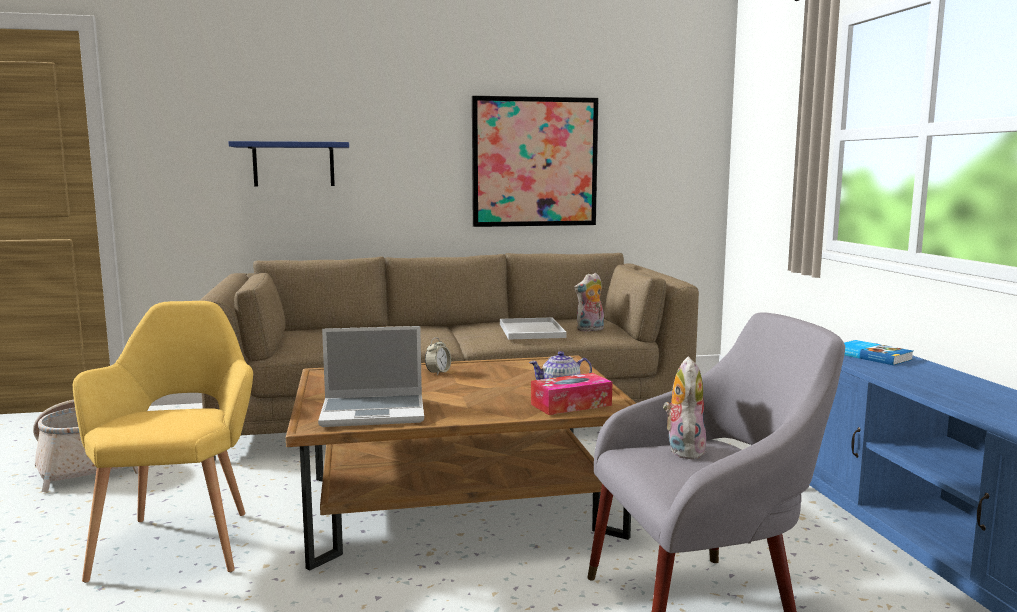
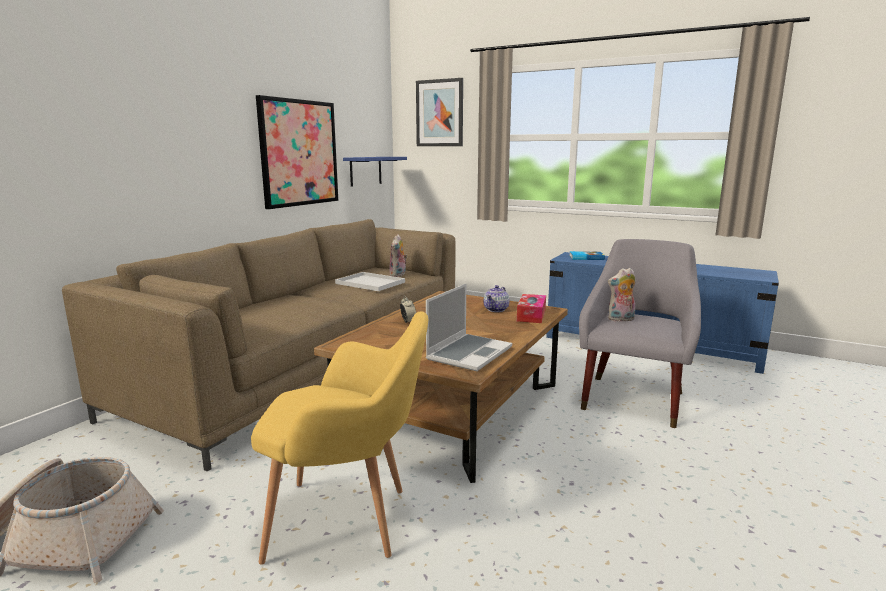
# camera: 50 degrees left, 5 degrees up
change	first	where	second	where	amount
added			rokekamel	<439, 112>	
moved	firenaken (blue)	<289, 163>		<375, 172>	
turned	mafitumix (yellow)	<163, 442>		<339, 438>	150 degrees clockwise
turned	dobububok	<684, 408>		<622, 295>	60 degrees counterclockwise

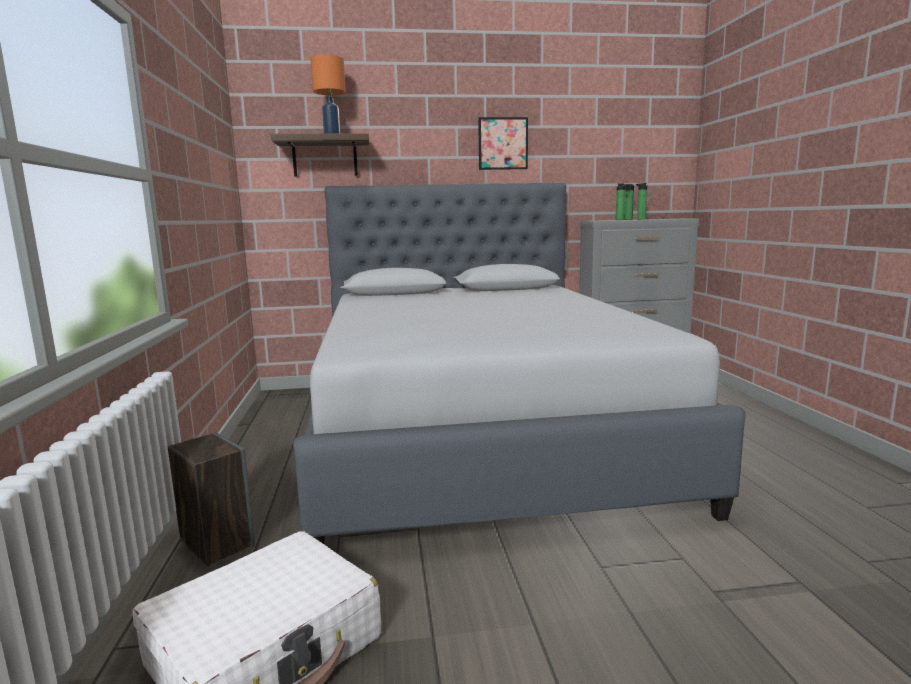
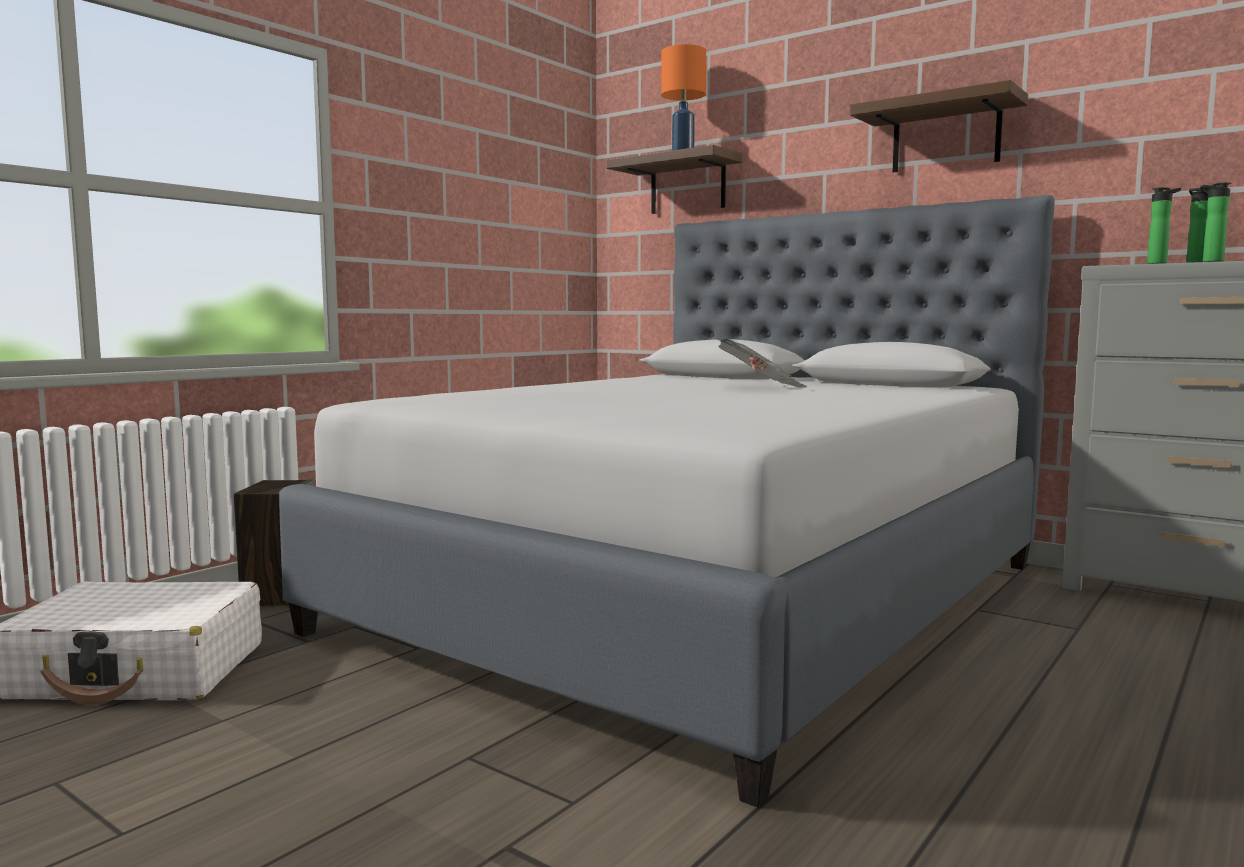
# camera: 45 degrees right, 5 degrees down
change	first	where	second	where	amount
added			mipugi	<762, 363>	
replaced	rokekamel	<503, 143>	firenaken	<939, 126>	

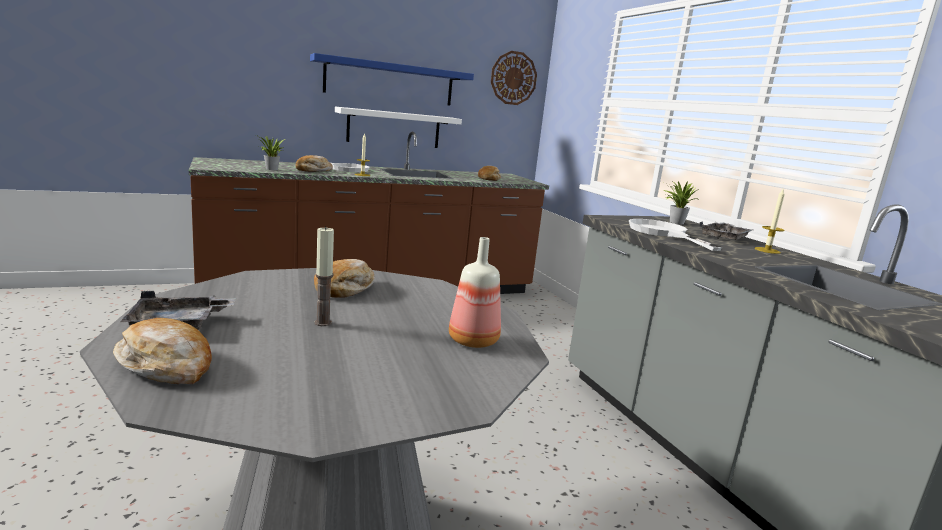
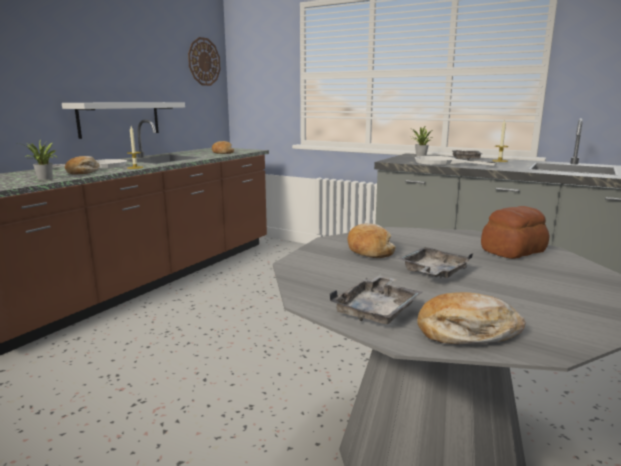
# camera: 35 degrees left, 0 degrees up
change	first	where	second	where	amount
removed	firenaken (blue)	<392, 79>			
replaced	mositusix	<324, 276>	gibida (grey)	<435, 262>	
replaced	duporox	<475, 292>	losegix	<515, 232>	

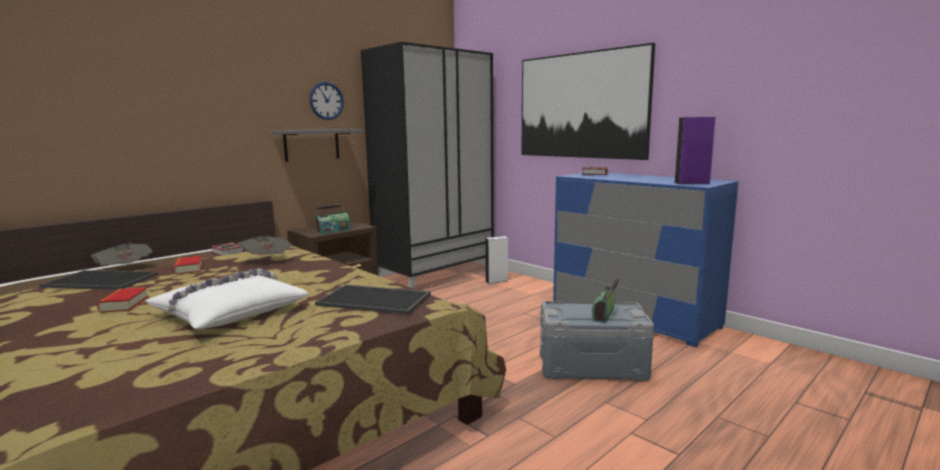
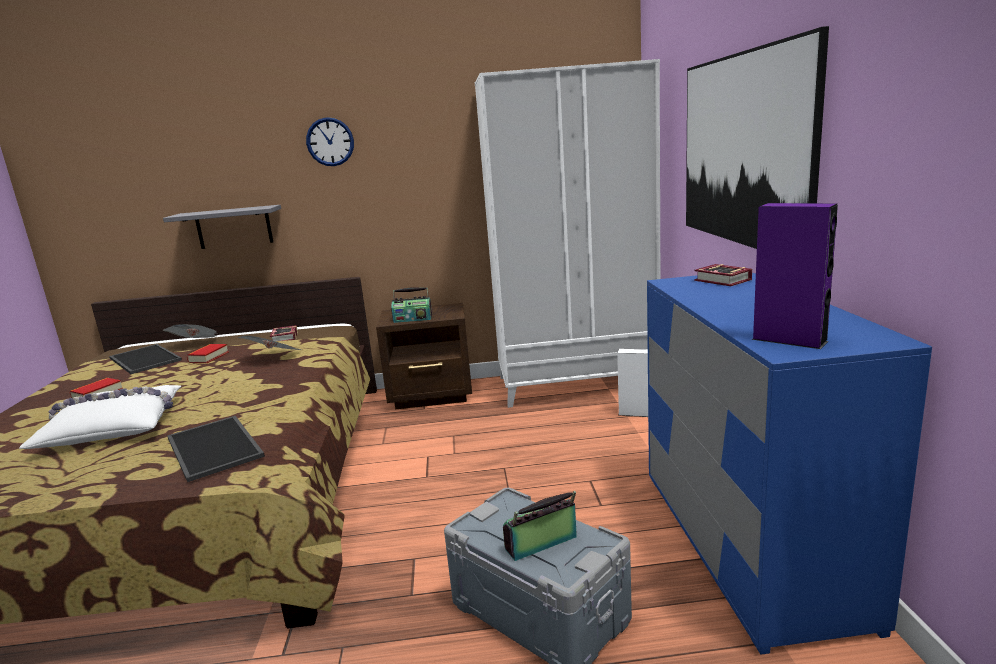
# camera: 40 degrees right, 5 degrees up
change	first	where	second	where	amount
moved	firenaken (grey)	<317, 145>		<222, 227>	
moved	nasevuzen	<326, 101>		<330, 141>	
recoloured	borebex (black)	<427, 165>	borebex (white)	<567, 233>	

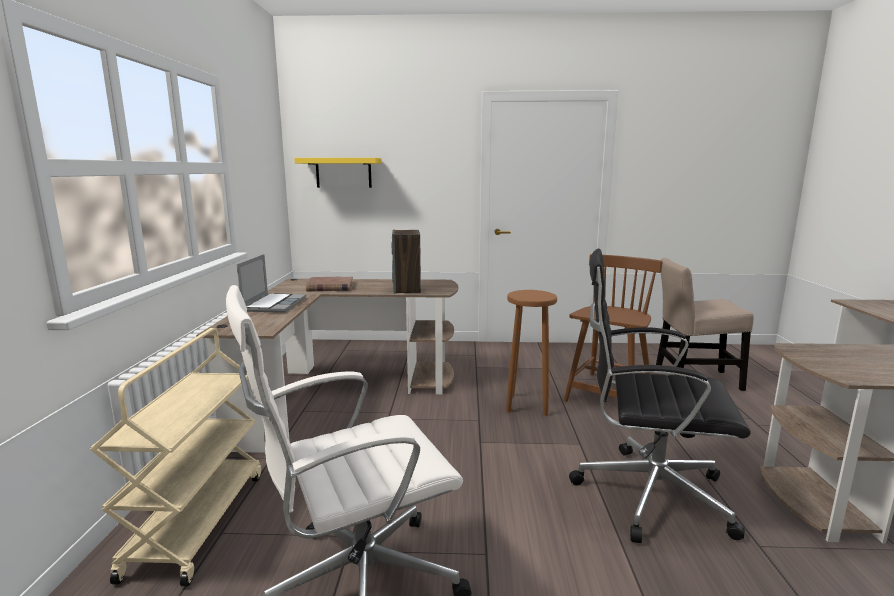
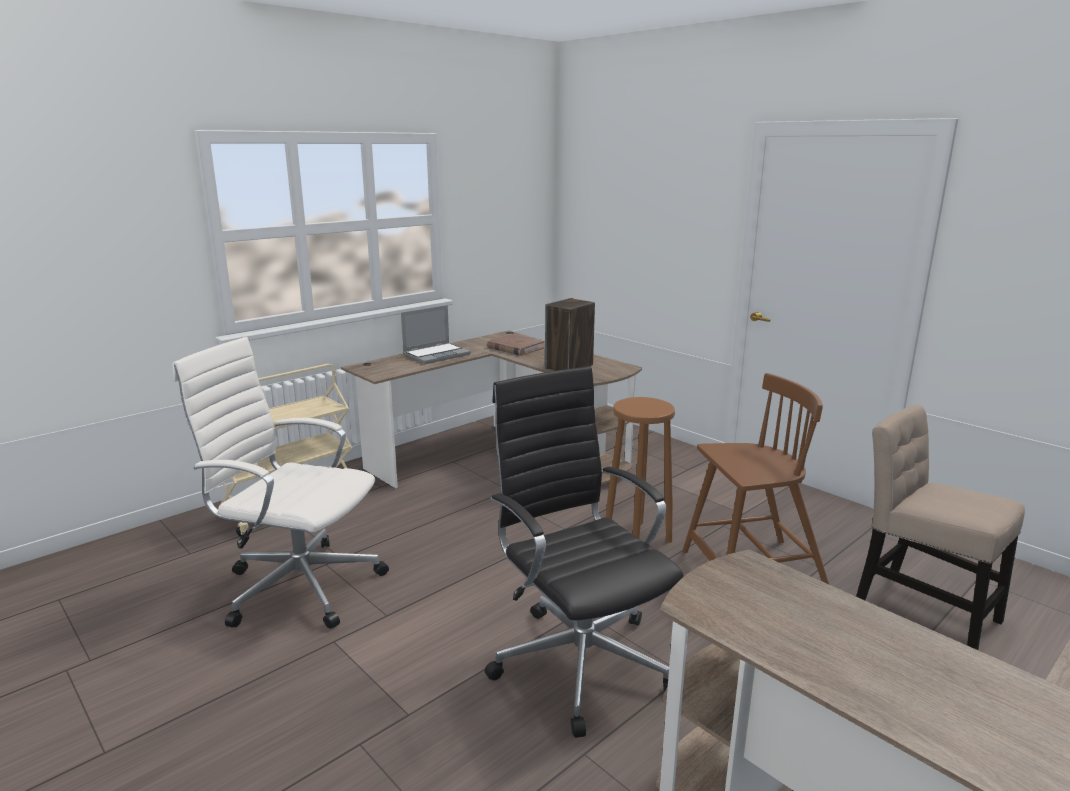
# camera: 45 degrees right, 5 degrees up
change	first	where	second	where	amount
removed	firenaken (yellow)	<337, 173>			

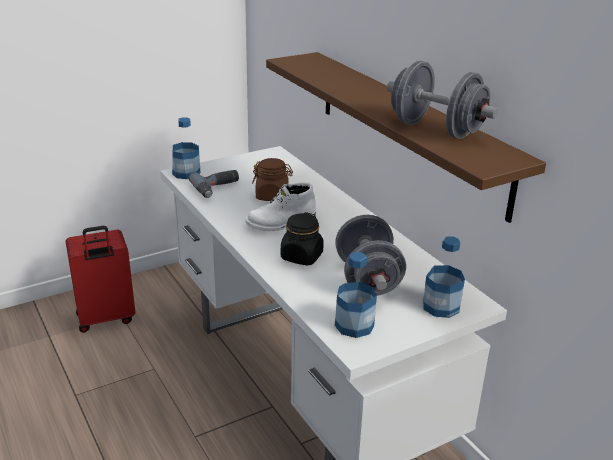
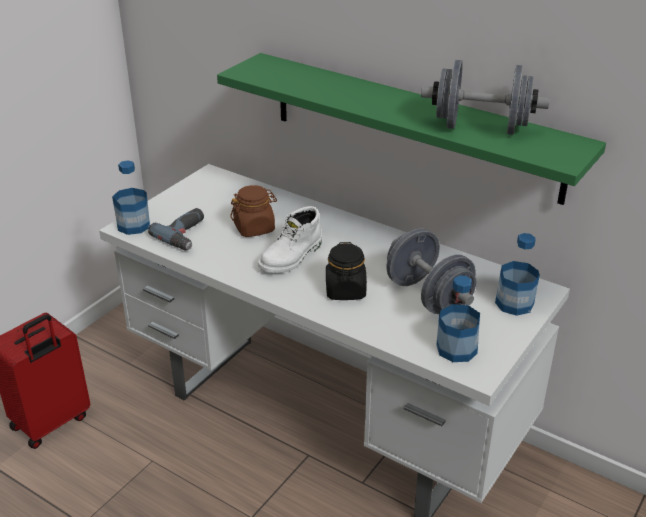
# camera: 25 degrees left, 5 degrees up
change	first	where	second	where	amount
recoloured	firenaken (brown)	<406, 137>	firenaken (green)	<411, 129>	

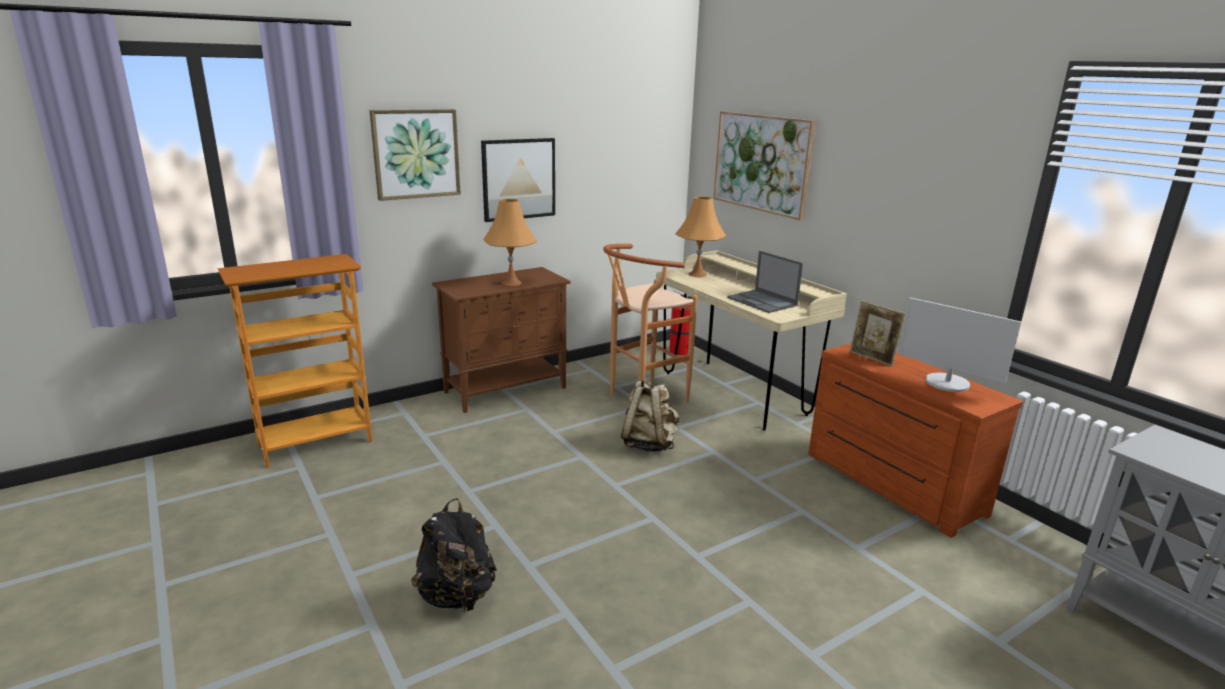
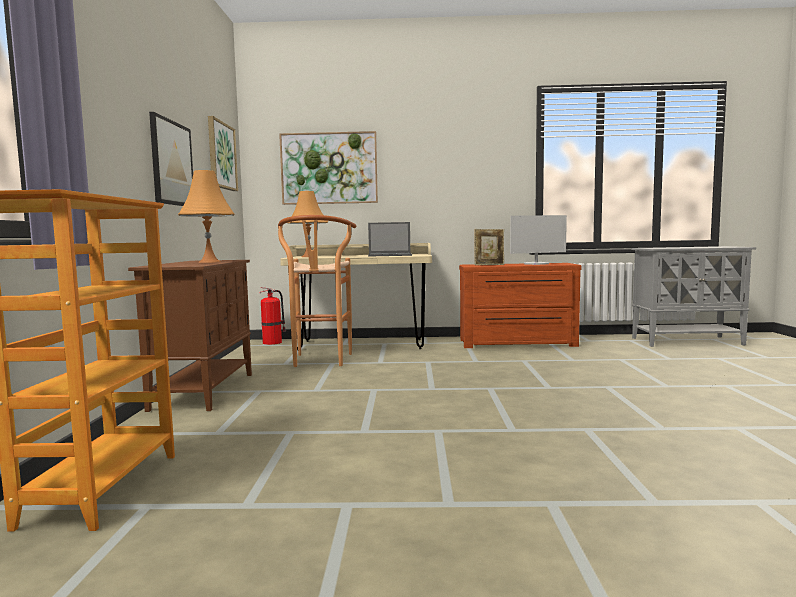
# camera: 55 degrees left, 15 degrees down
change	first	where	second	where	amount
removed	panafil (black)	<454, 555>			
removed	panafil (beige)	<650, 415>			
moved	rokekamel	<415, 155>		<223, 153>	

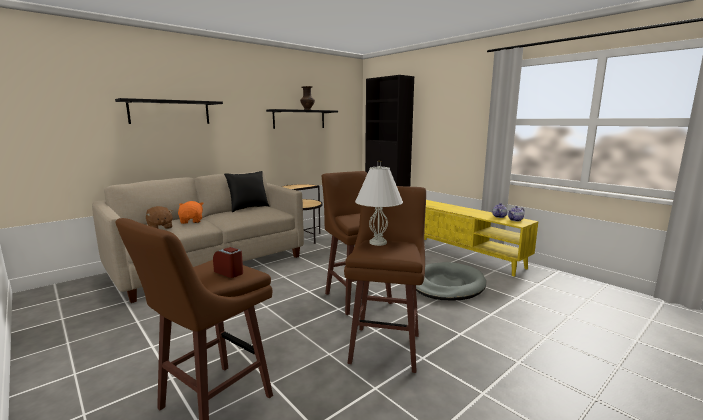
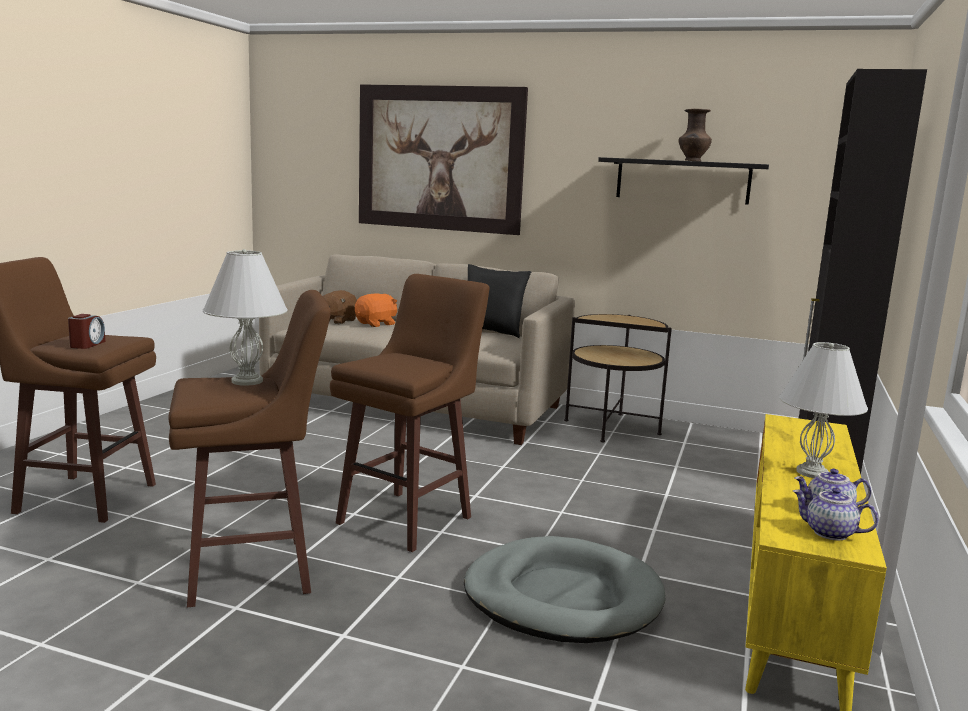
# camera: 60 degrees right, 0 degrees up
change	first	where	second	where	amount
added			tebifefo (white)	<823, 410>	
replaced	firenaken (black)	<169, 111>	rokekamel	<443, 159>	

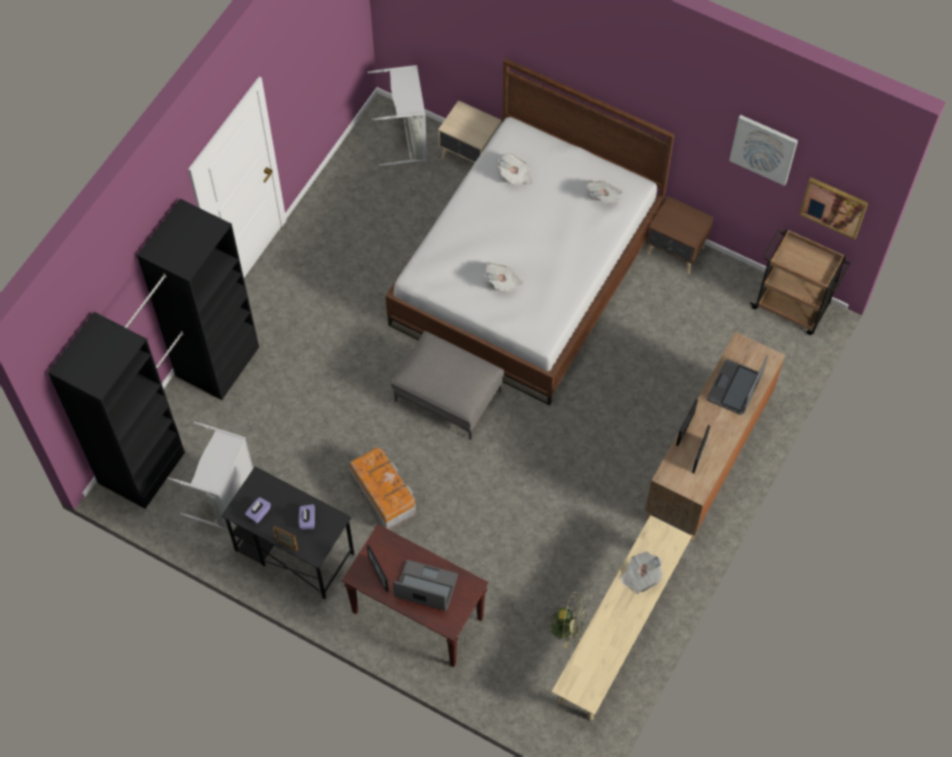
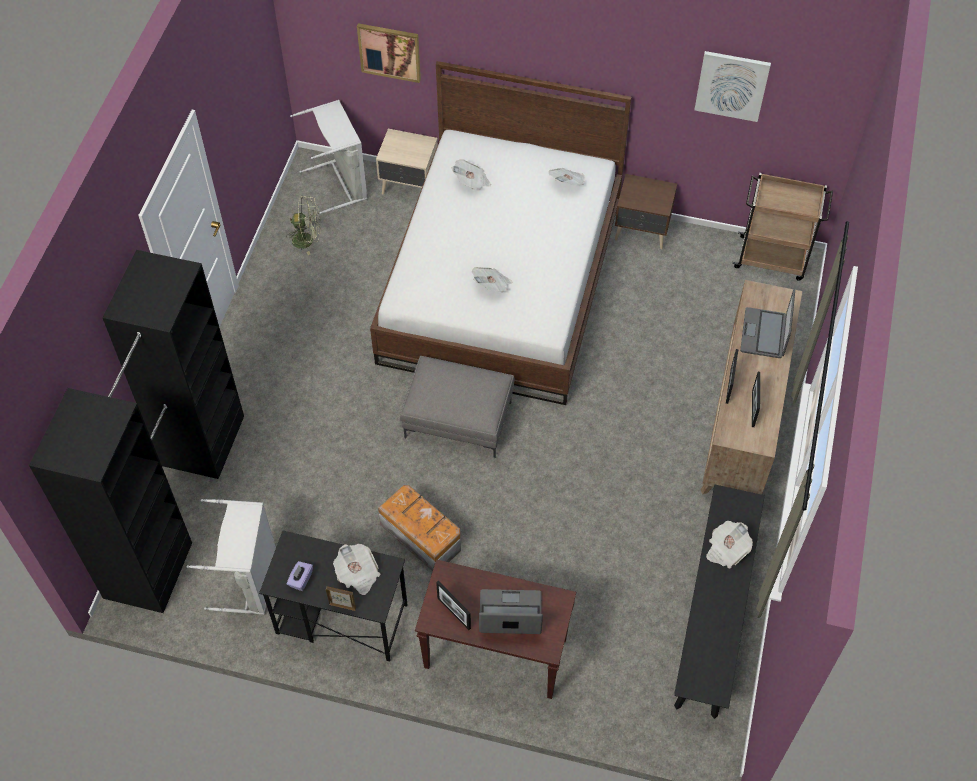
# camera: 15 degrees left, 5 degrees down
change	first	where	second	where	amount
moved	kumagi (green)	<566, 620>		<303, 225>	
moved	rokekamel	<833, 208>		<389, 53>	
replaced	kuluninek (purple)	<307, 516>	mipugi	<356, 569>	
recoloured	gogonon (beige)	<621, 618>	gogonon (black)	<719, 602>	

